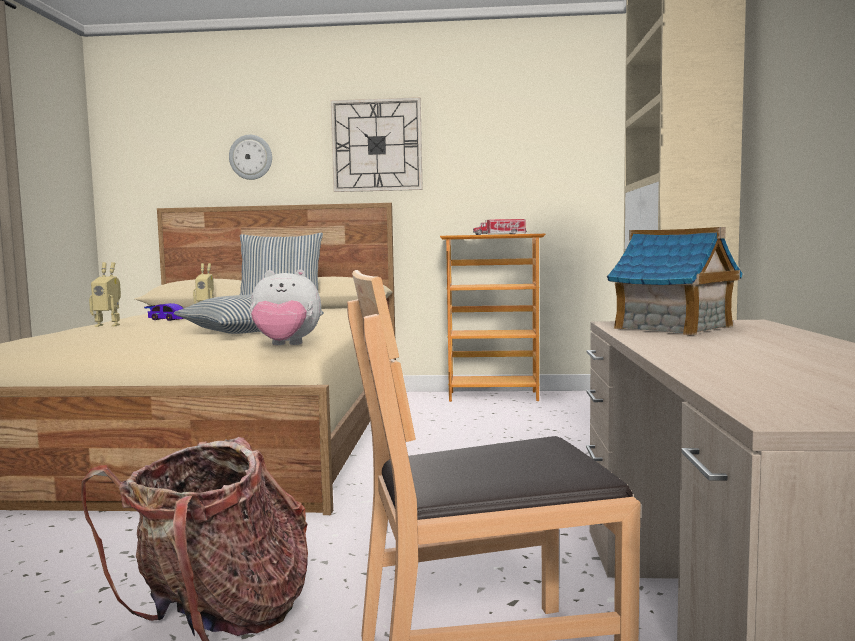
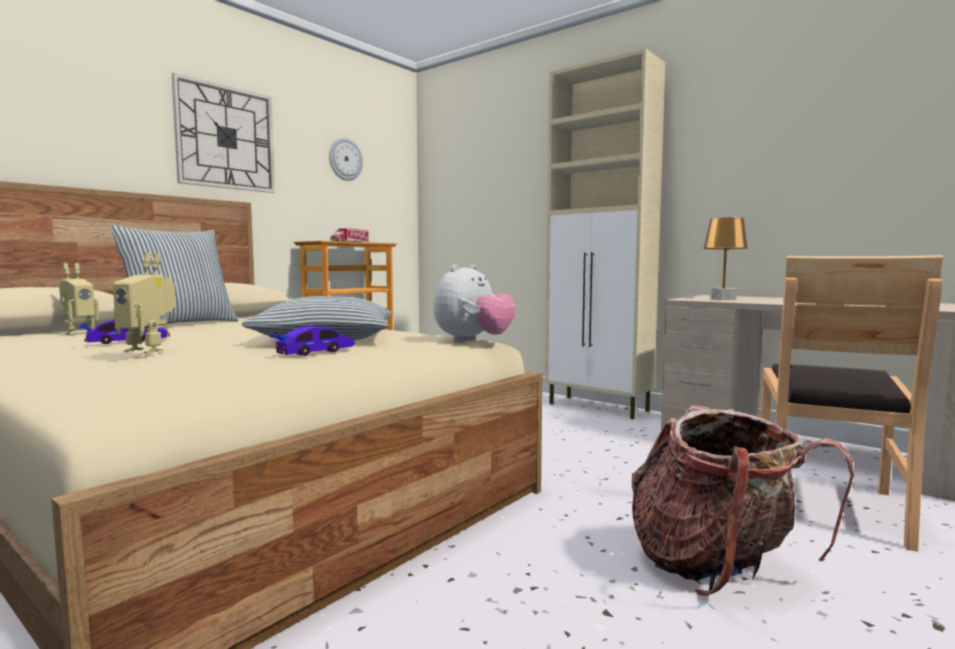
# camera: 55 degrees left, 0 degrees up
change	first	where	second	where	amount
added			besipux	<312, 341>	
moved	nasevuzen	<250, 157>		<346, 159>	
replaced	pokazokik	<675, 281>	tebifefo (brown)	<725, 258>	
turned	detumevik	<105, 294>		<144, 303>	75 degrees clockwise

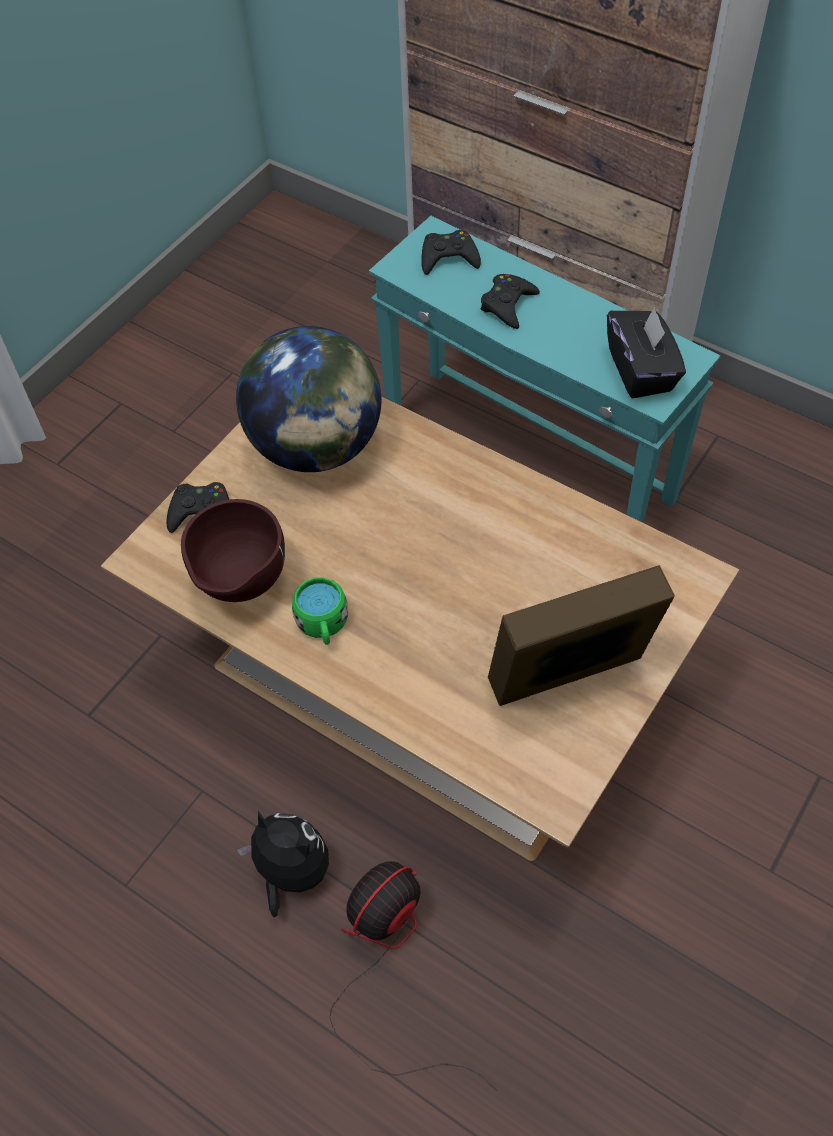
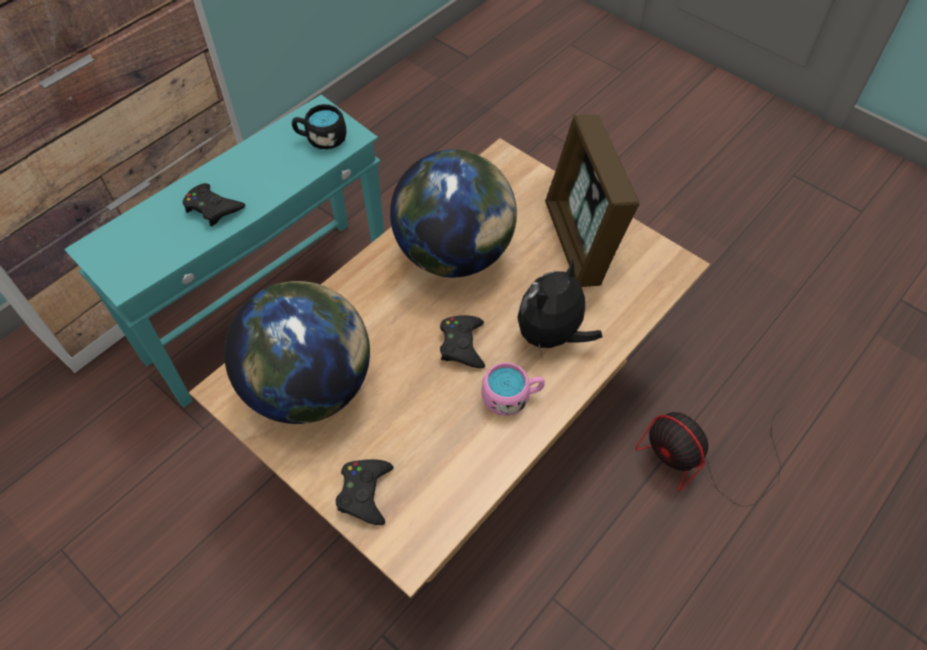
# camera: 85 degrees left, 0 degrees up
change	first	where	second	where	amount
removed	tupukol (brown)	<233, 550>			
added			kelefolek	<453, 214>	
moved	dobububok	<283, 864>		<559, 308>	
moved	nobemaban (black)	<451, 252>		<462, 341>	
replaced	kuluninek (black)	<646, 352>	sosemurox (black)	<319, 126>	
recoloured	sosemurox (green)	<320, 611>	sosemurox (pink)	<513, 389>	

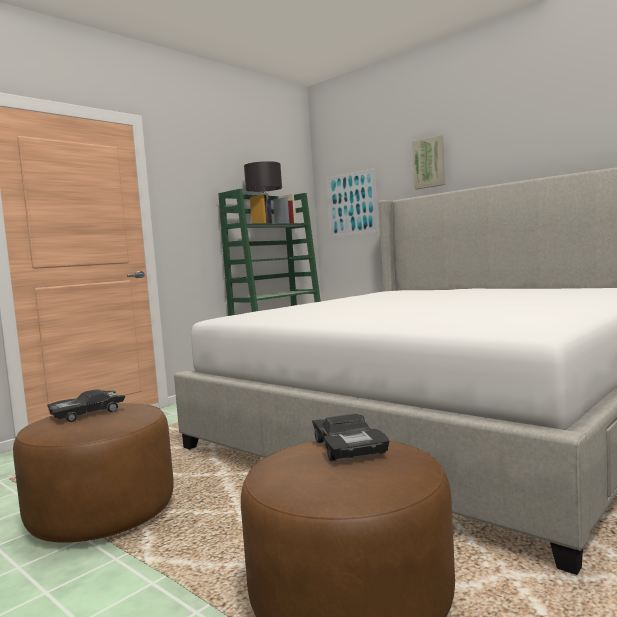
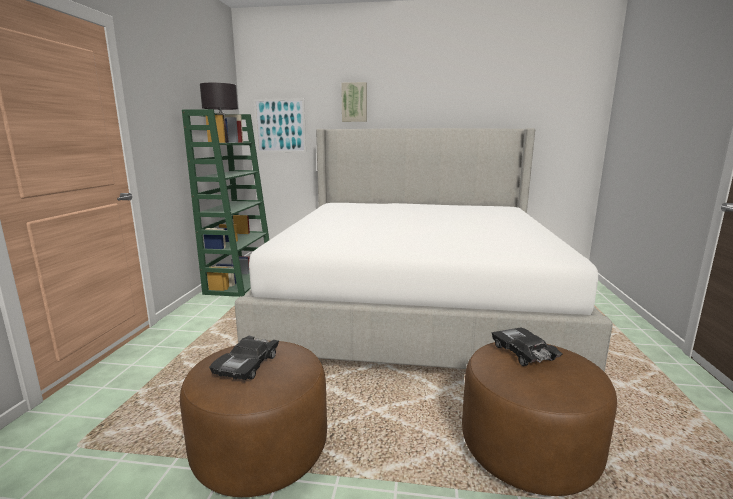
# camera: 35 degrees left, 10 degrees up
change	first	where	second	where	amount
turned	besipux (black)	<350, 437>		<527, 347>	150 degrees counterclockwise

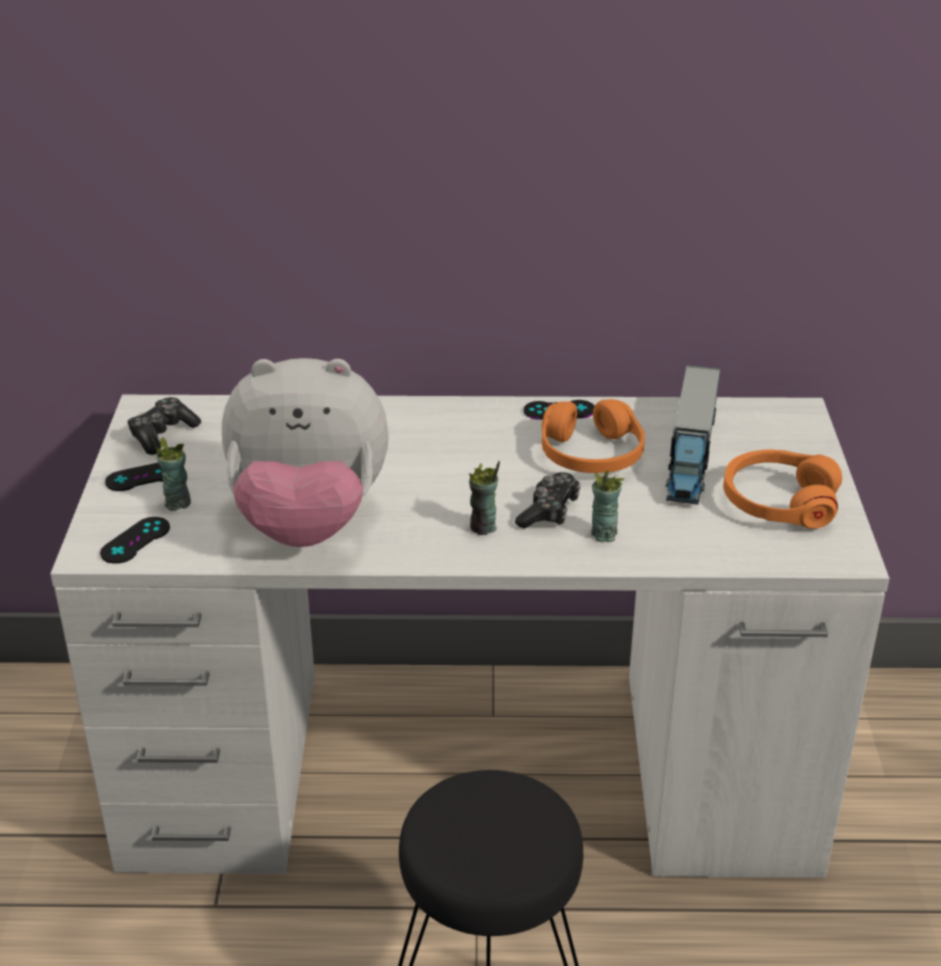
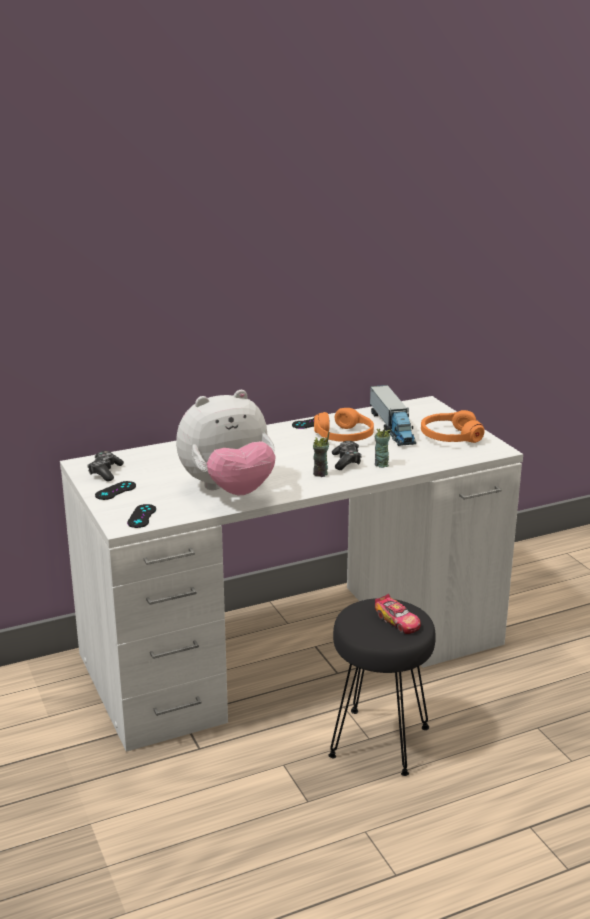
# camera: 25 degrees left, 10 degrees down
change	first	where	second	where	amount
removed	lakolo	<172, 474>			
added			besipux	<398, 614>	

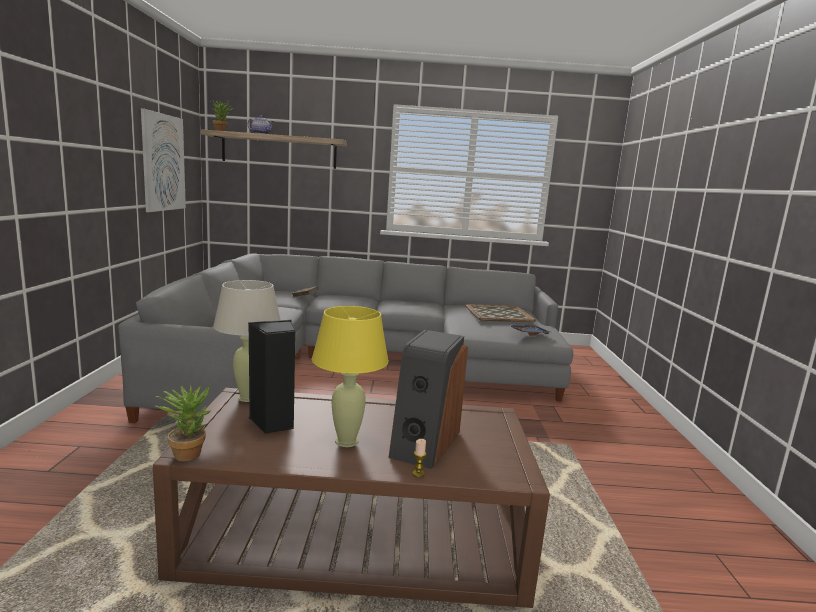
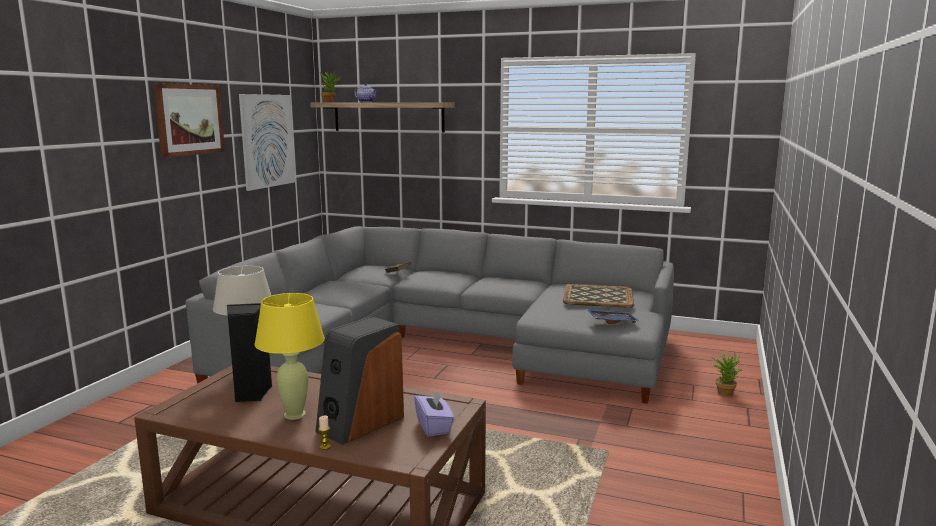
# camera: 20 degrees right, 0 degrees up
change	first	where	second	where	amount
added			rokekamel	<189, 120>	
added			kuluninek (purple)	<434, 413>	
moved	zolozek	<184, 421>		<727, 375>	

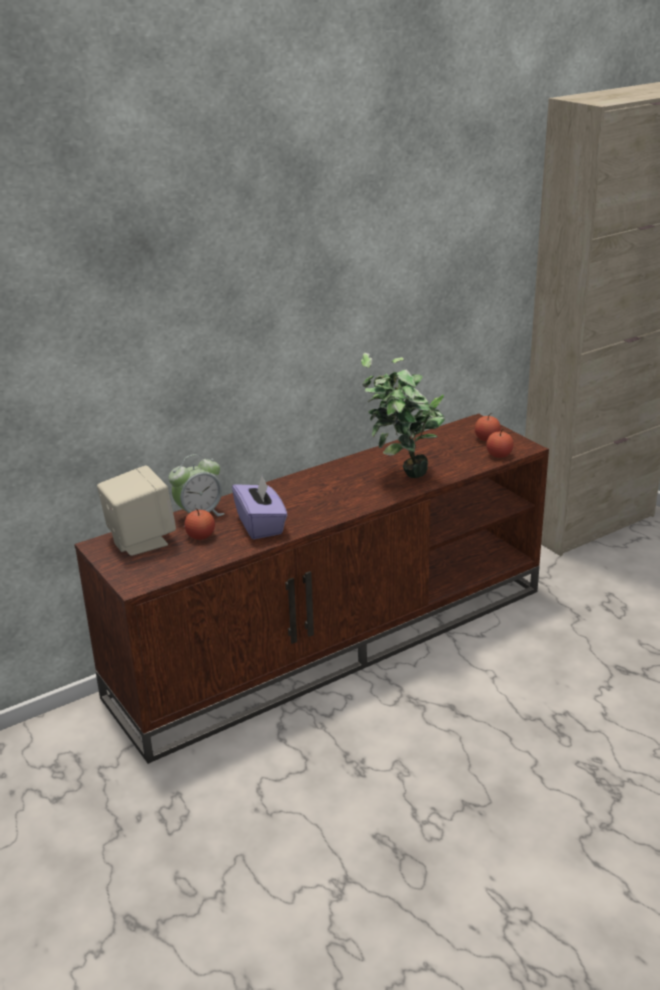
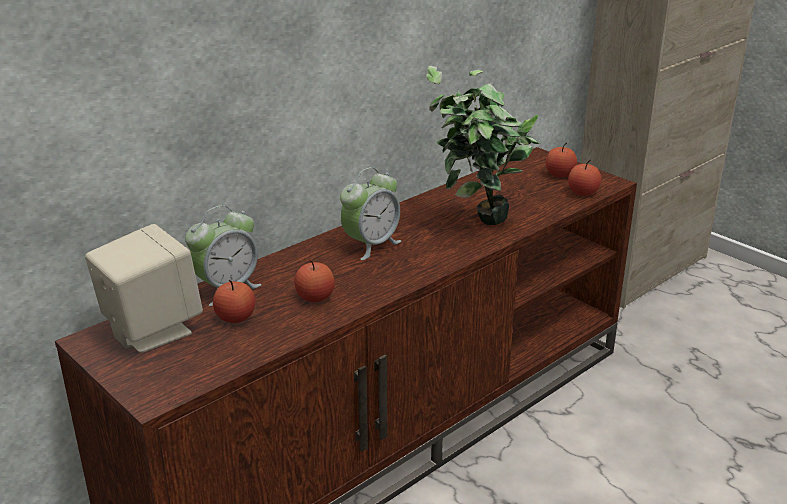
# camera: 10 degrees left, 0 degrees up
change	first	where	second	where	amount
added			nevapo	<370, 213>	
replaced	kuluninek (purple)	<259, 508>	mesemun	<314, 280>	

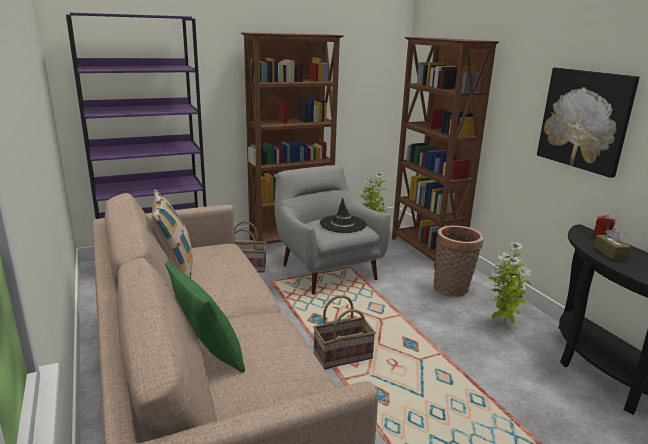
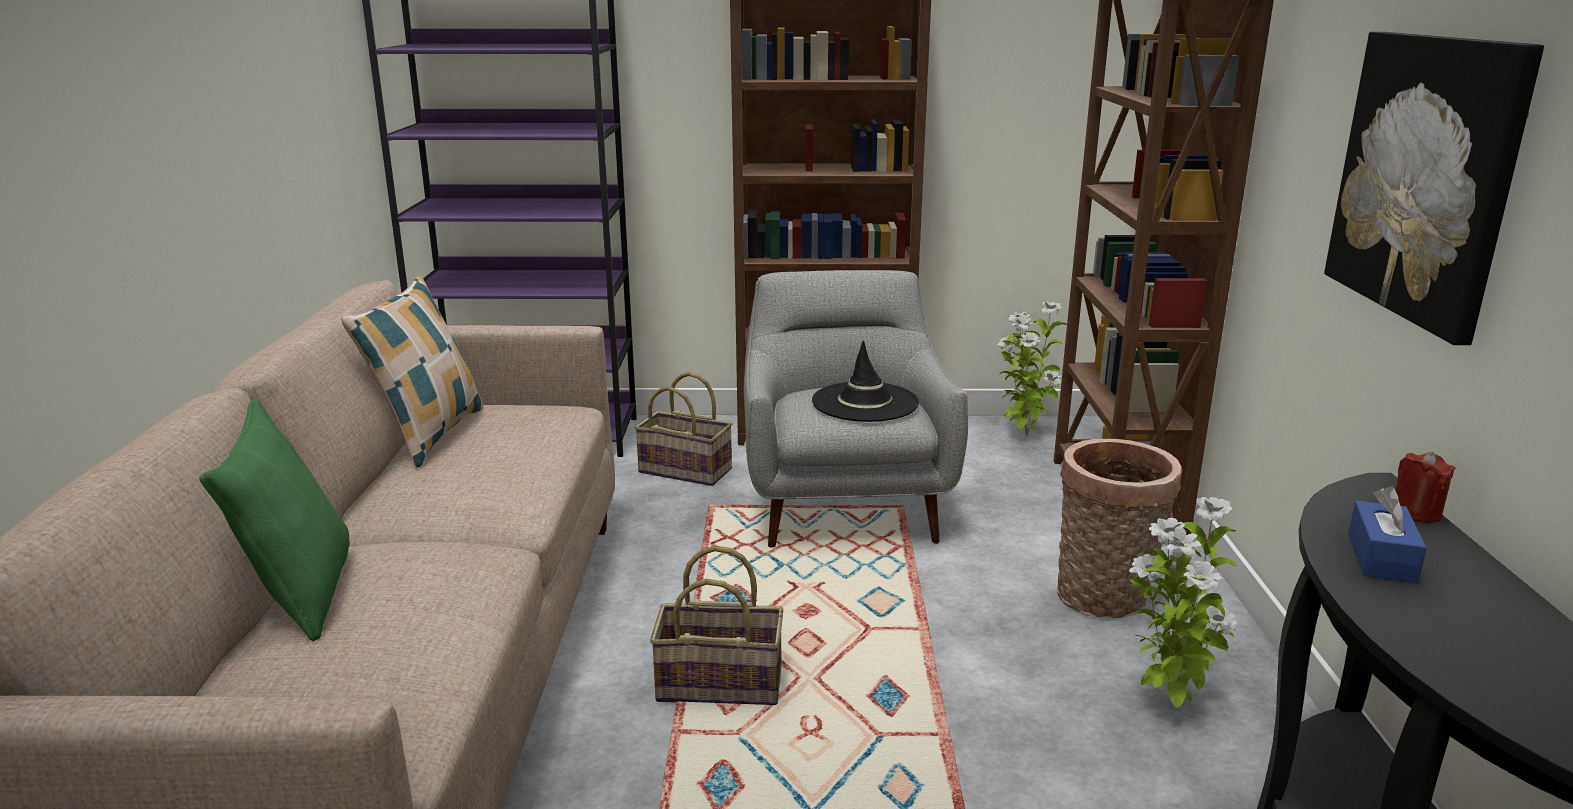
# camera: 25 degrees right, 0 degrees up
change	first	where	second	where	amount
recoloured	kuluninek (brown)	<613, 244>	kuluninek (blue)	<1387, 534>	

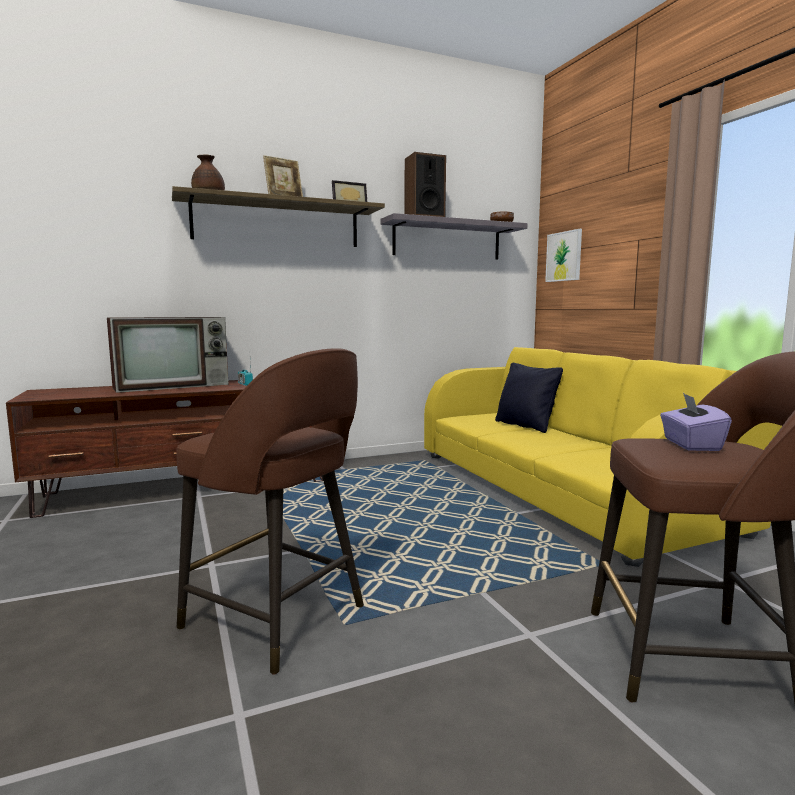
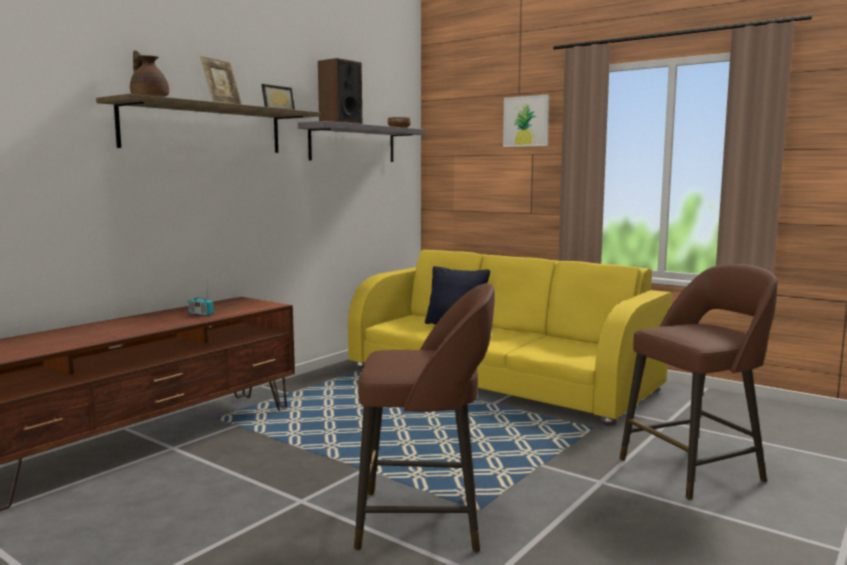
# camera: 30 degrees left, 0 degrees up
change	first	where	second	where	amount
removed	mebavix	<168, 355>			
removed	kuluninek (purple)	<696, 422>			
moved	rokekamel	<563, 255>		<526, 121>	

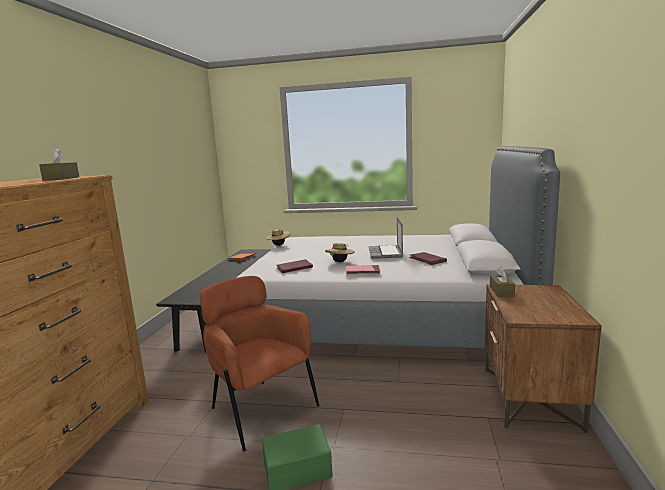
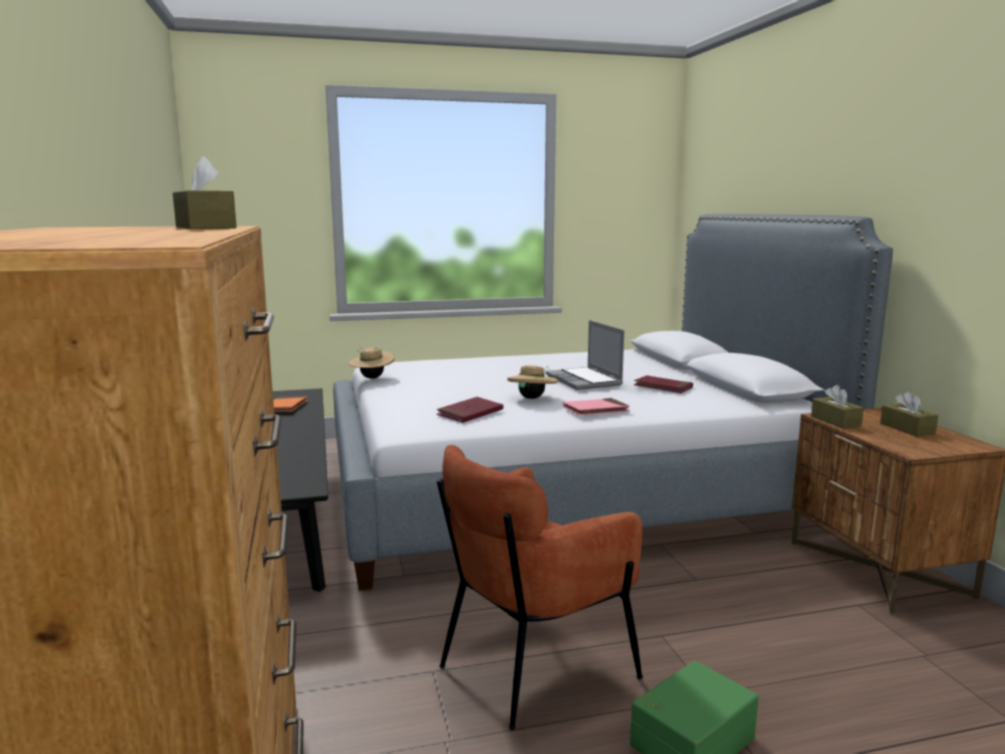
# camera: 25 degrees left, 0 degrees up
change	first	where	second	where	amount
added			kuluninek (brown)	<909, 414>	
turned	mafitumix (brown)	<259, 364>		<539, 587>	60 degrees counterclockwise

